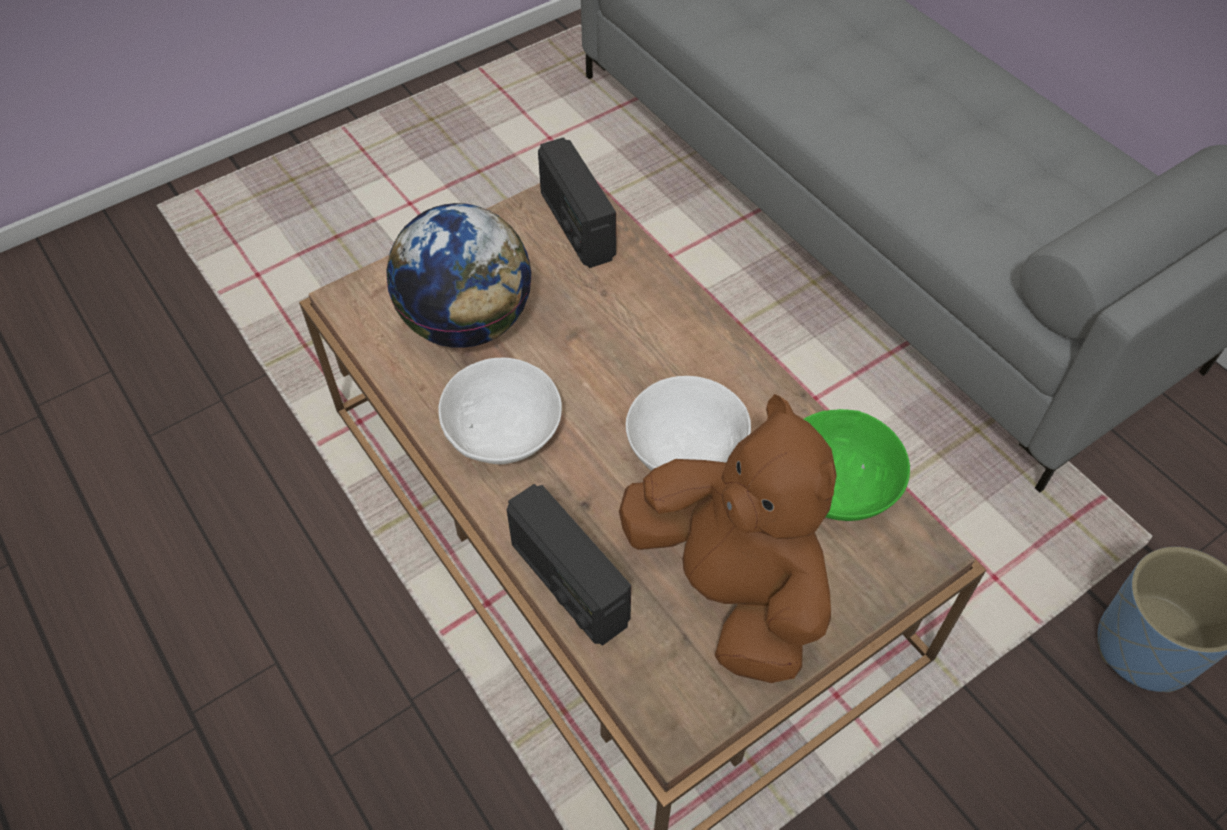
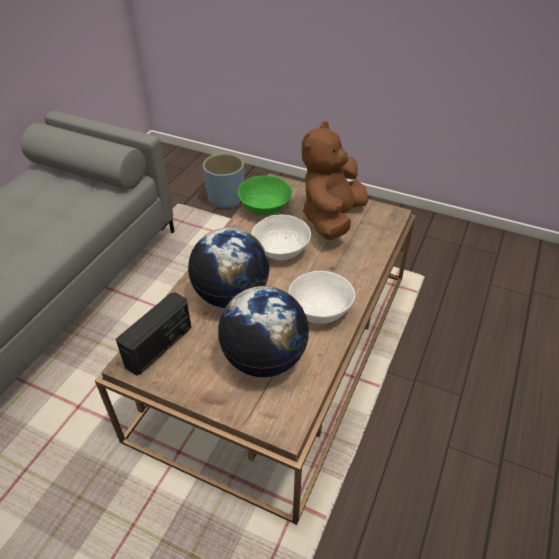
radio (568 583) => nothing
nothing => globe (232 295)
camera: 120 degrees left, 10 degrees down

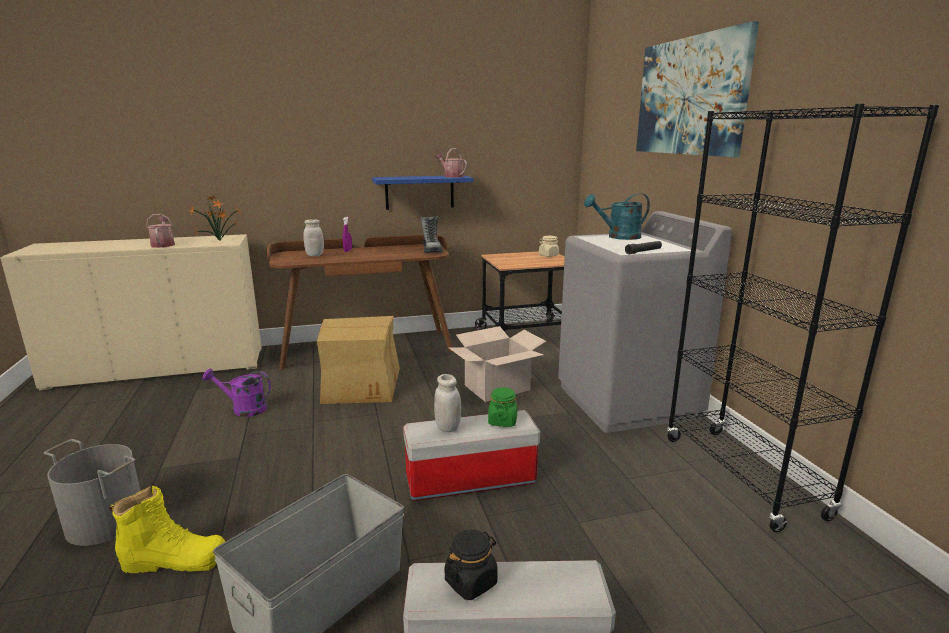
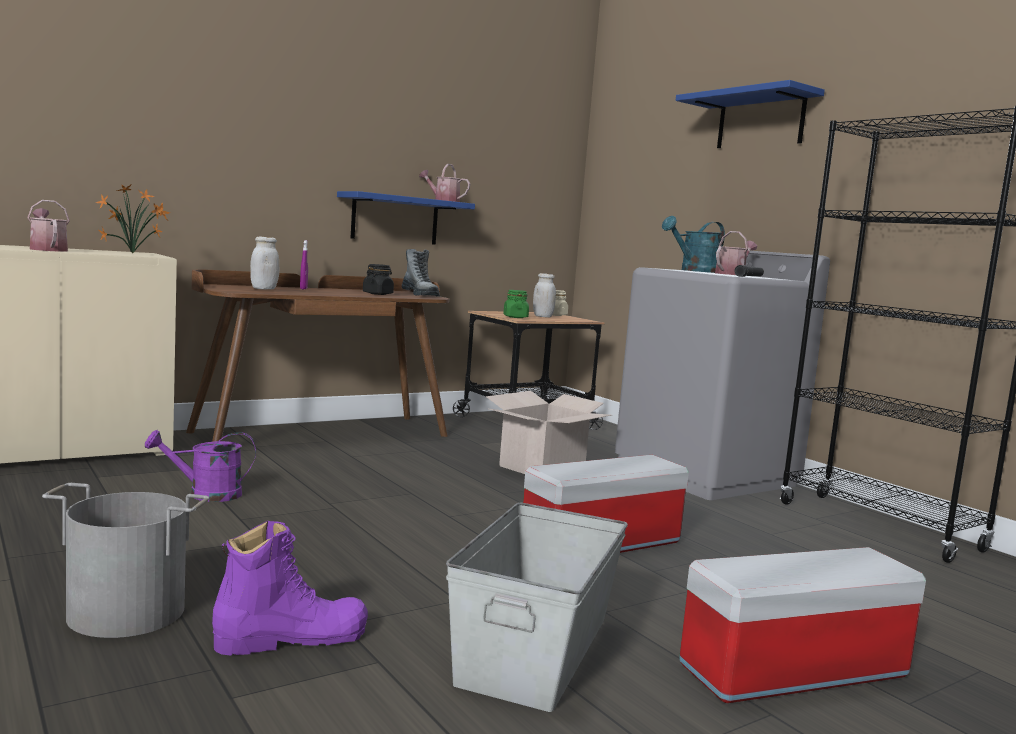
cardboard box (360 385) => nothing
nothing => watering can (732 274)
white jar (447 427) => white jar (542 316), move
black jar (471 582) => black jar (378 294), move
green jar (502 421) => green jar (515 317), move
picture (690 96) => blue shelf (760 121)
yellow boot (175 560) => purple boot (291 638)
camera: 20 degrees left, 10 degrees down

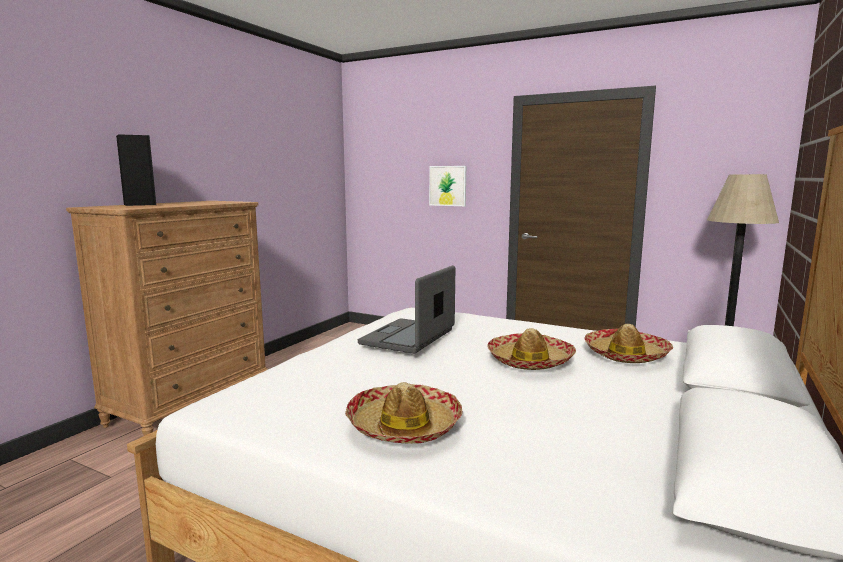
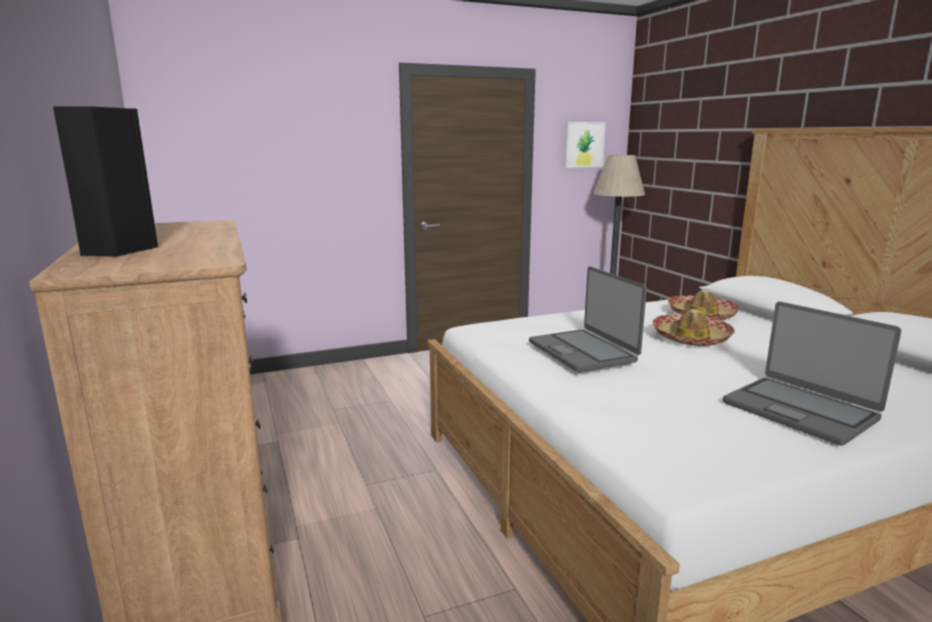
picture (448 186) => picture (584 144), move
hat (404 426) => laptop (800 410)
camera: 50 degrees left, 5 degrees up

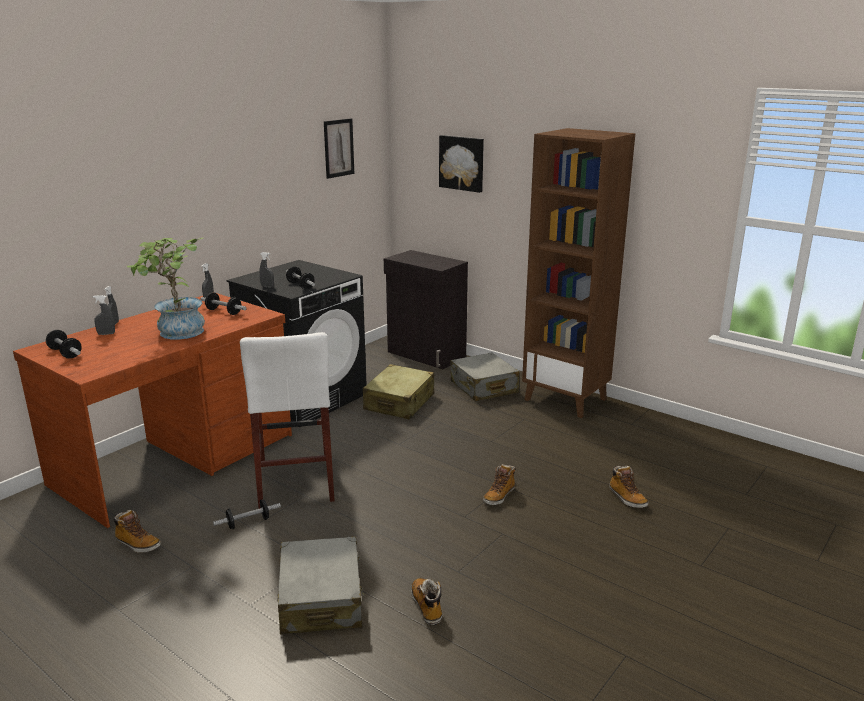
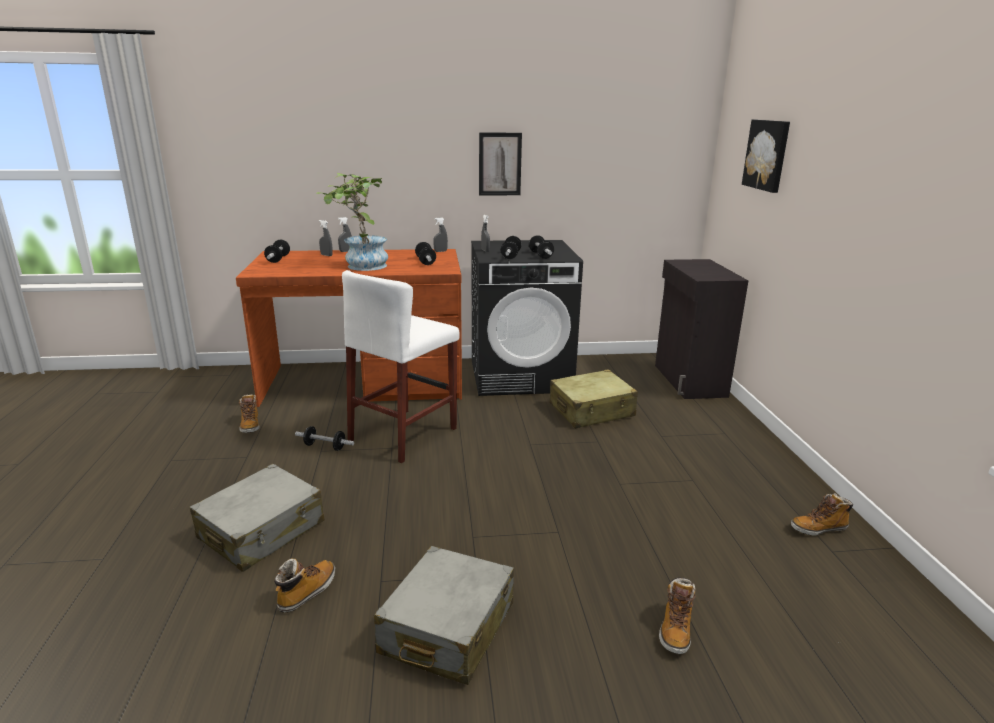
brown bookcase (566 399) => nothing
nothing => dumbbell (540 255)
picture (338 148) => picture (500 164), move
grey suitcase (483 387) => grey suitcase (447 629), move
boot (499 496) => boot (818 528), move
camera: 45 degrees right, 0 degrees up

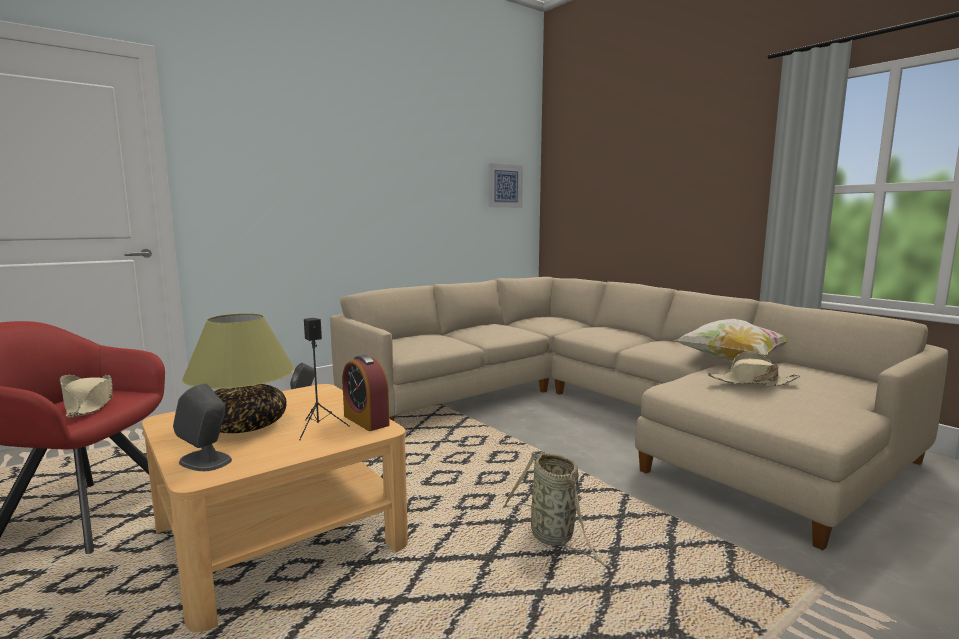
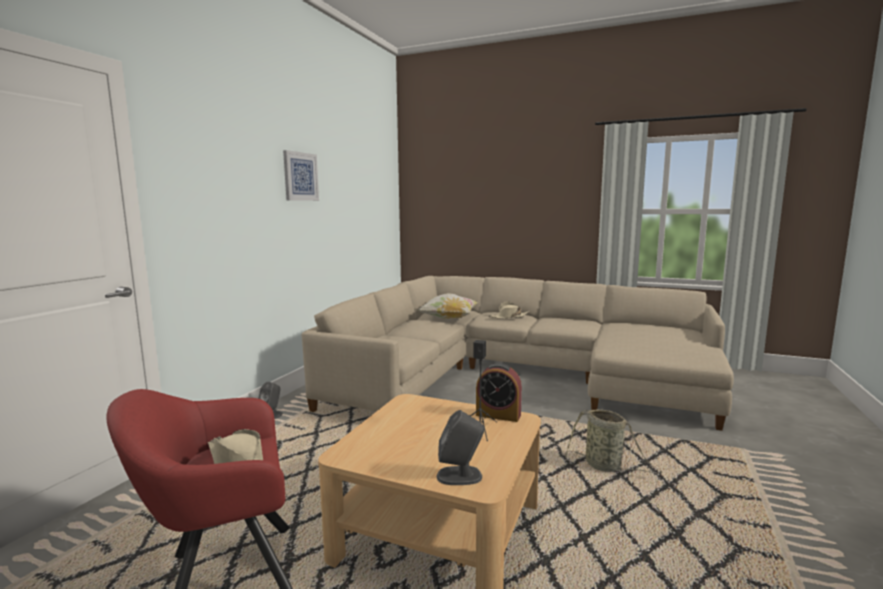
table lamp (245 425) => nothing
picture (504 186) => picture (300 176), move
pillow (731 361) => pillow (448 319), move
beige hat (752 382) => beige hat (509 317), move
camera: 30 degrees left, 0 degrees up

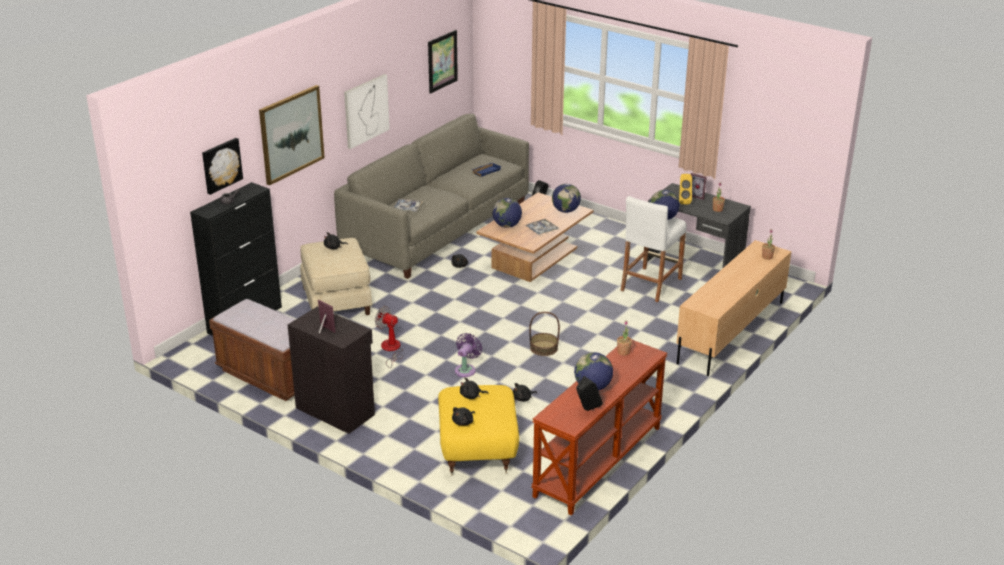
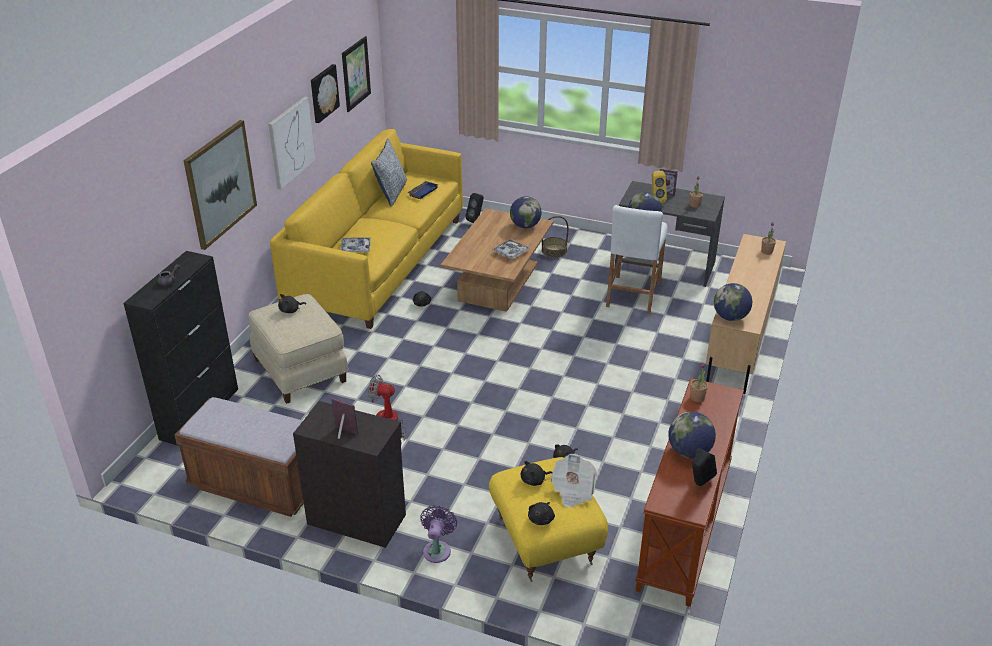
nothing => pillow (391 193)
nothing => newspaper (573 490)
picture (221 165) => picture (323 93), move
purple fan (466 369) => purple fan (437 549), move
globe (507 225) => globe (730 317), move
basket (543 348) => basket (554 251), move
grey sofa (437 229) => yellow sofa (378 262)
camera: 15 degrees left, 5 degrees up

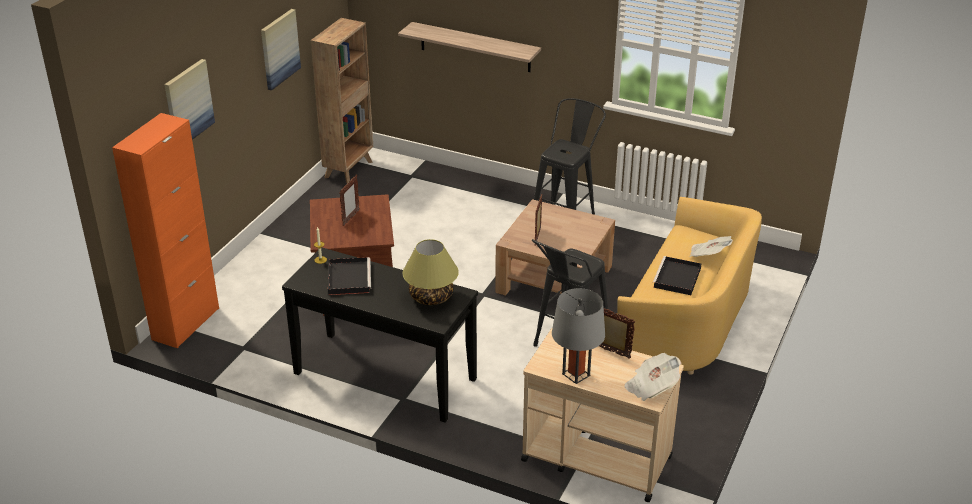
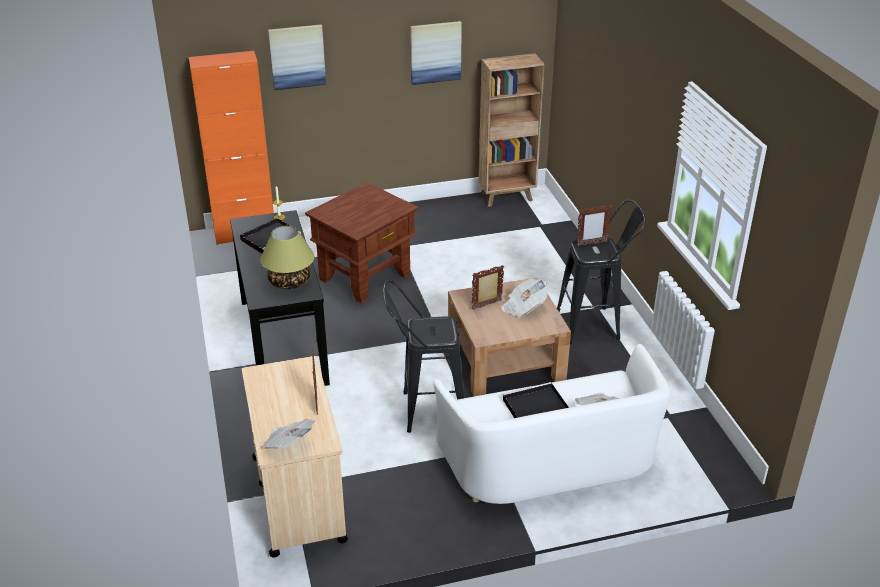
shelf (475 47) => nothing
grey table lamp (576 374) => nothing
nothing => newspaper (523 307)
picture frame (350 218) => picture frame (591 244), move
yellow sofa (687 318) => white sofa (552 460)
camera: 50 degrees right, 0 degrees up

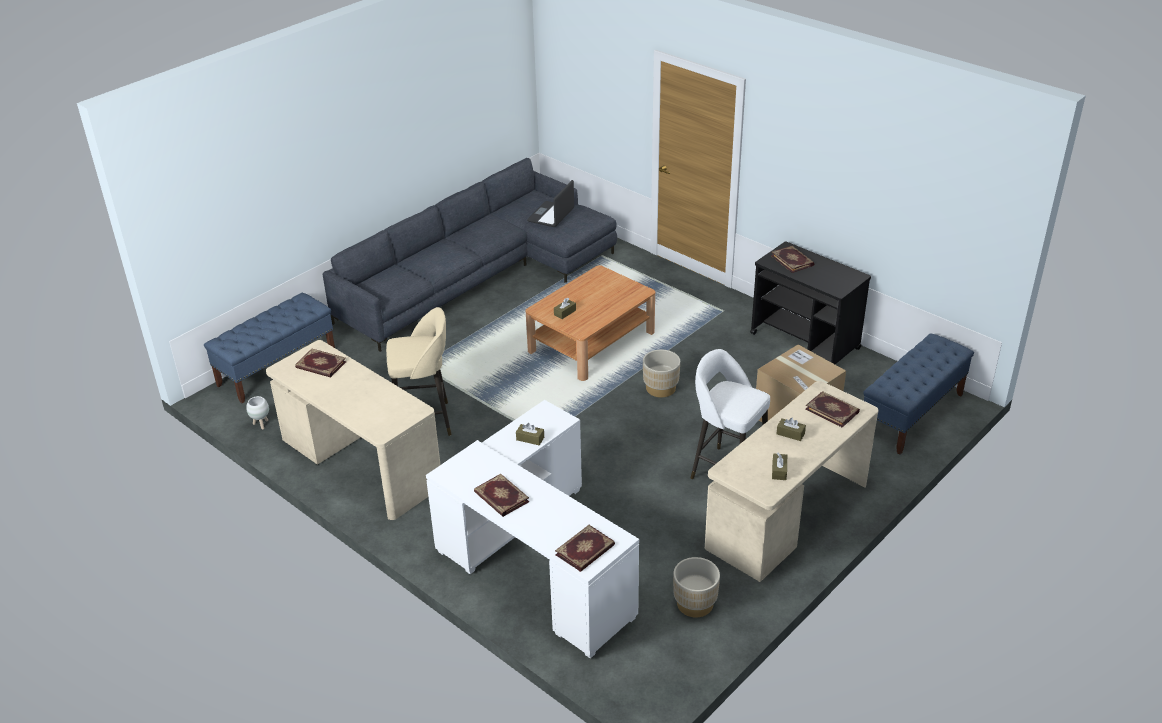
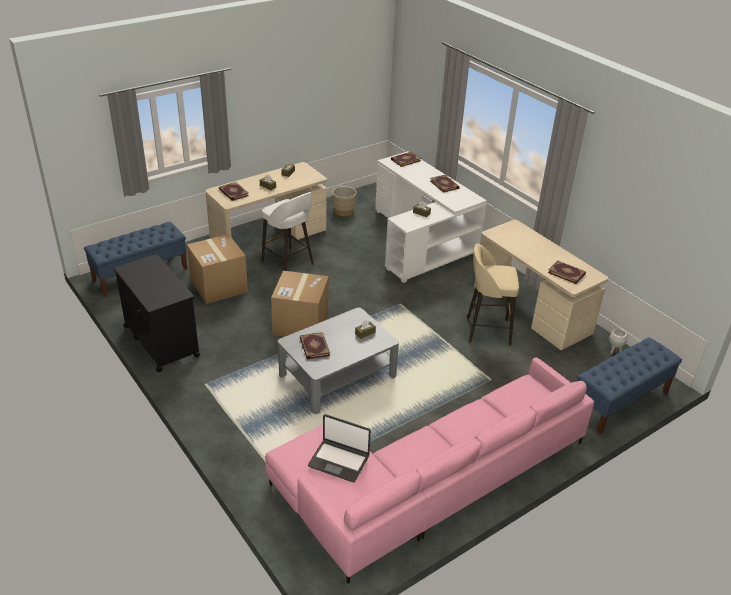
book (792 260) => book (314 347), move
beige planter (660 388) => cardboard box (301 323)
grey sofa (479 276) => pink sofa (427 480)
brown coffee table (591 341) => grey coffee table (337 375)
laptop (551 215) => laptop (339 461), 75 degrees clockwise
camera: 170 degrees left, 0 degrees up

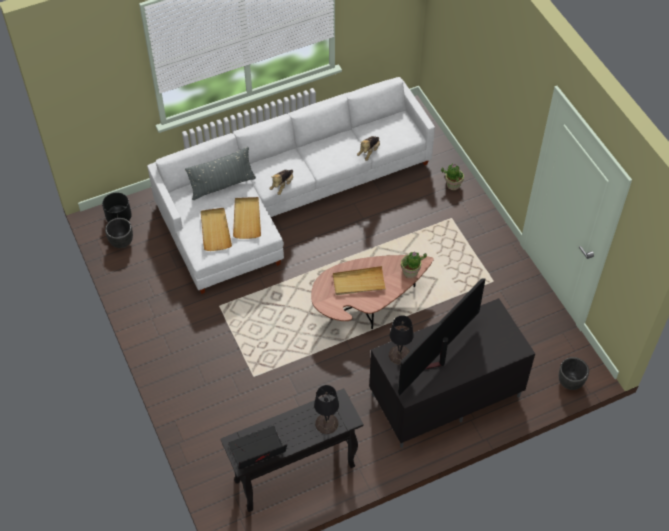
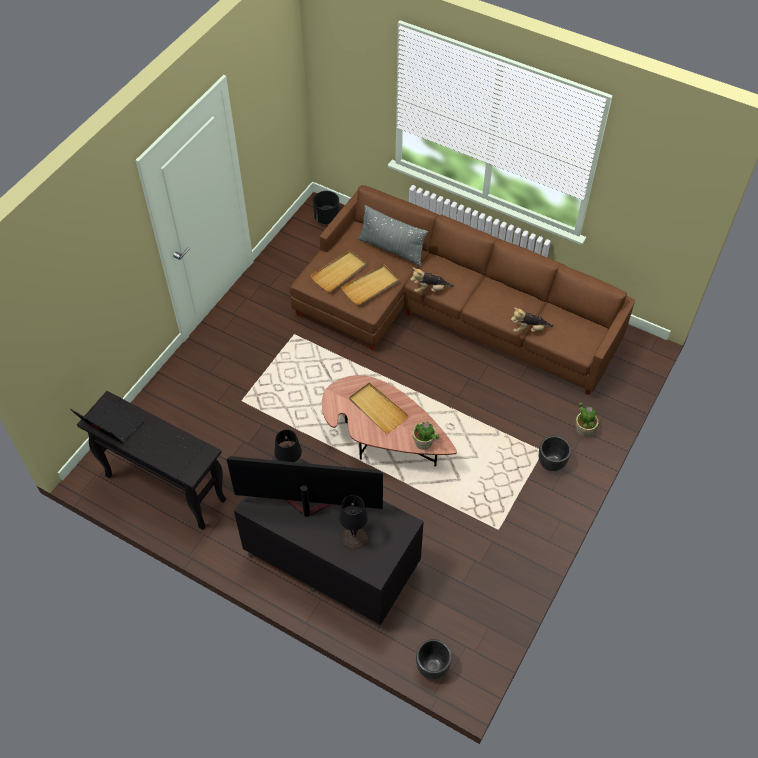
black planter (121 242) => black planter (551 463), move
black table lamp (326 424) => black table lamp (353 538), move
white sofa (284 197) => brown sofa (447 310)
camera: 55 degrees right, 0 degrees up

